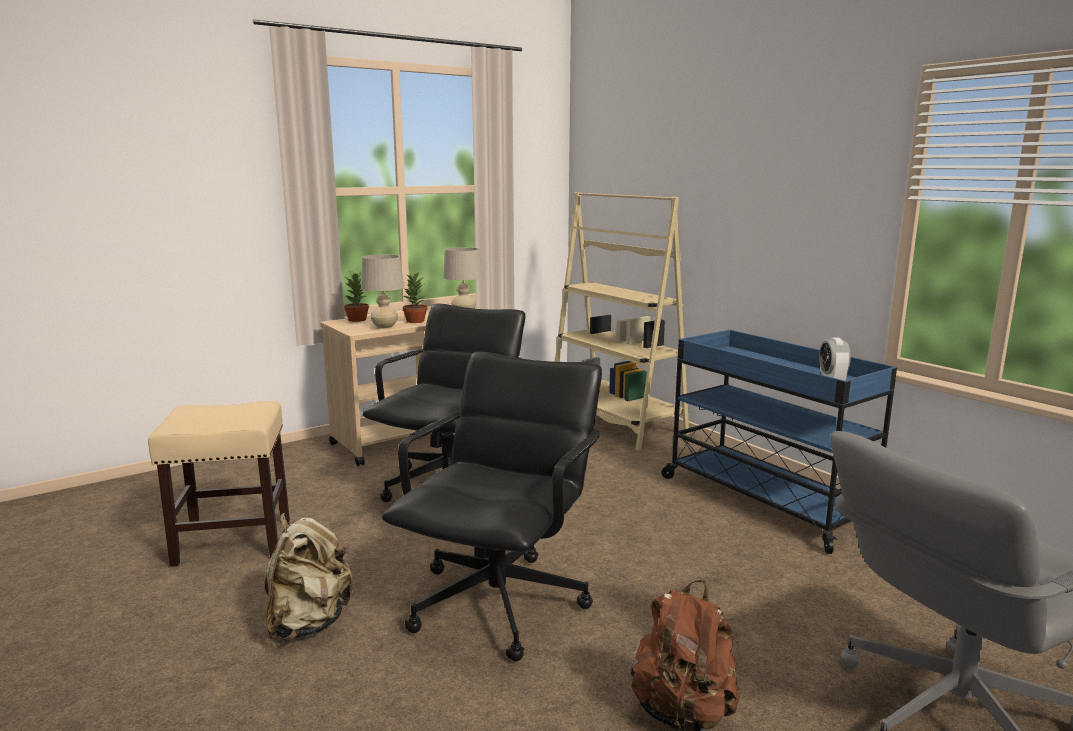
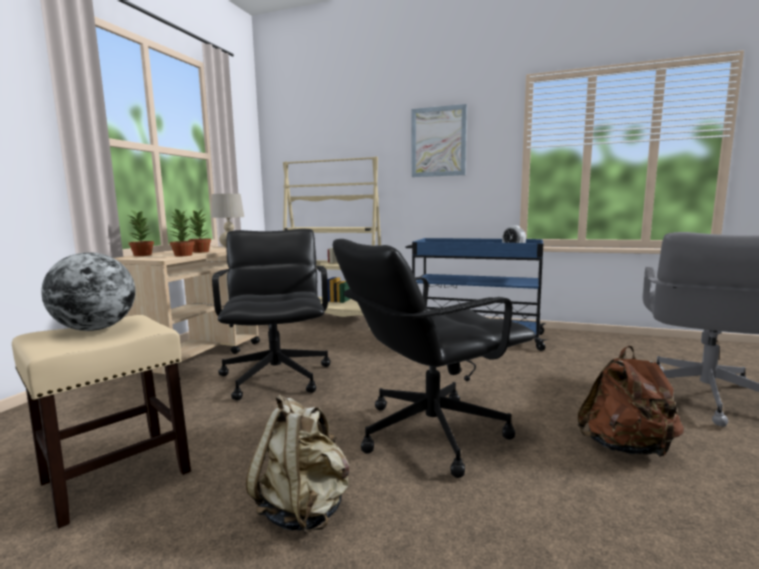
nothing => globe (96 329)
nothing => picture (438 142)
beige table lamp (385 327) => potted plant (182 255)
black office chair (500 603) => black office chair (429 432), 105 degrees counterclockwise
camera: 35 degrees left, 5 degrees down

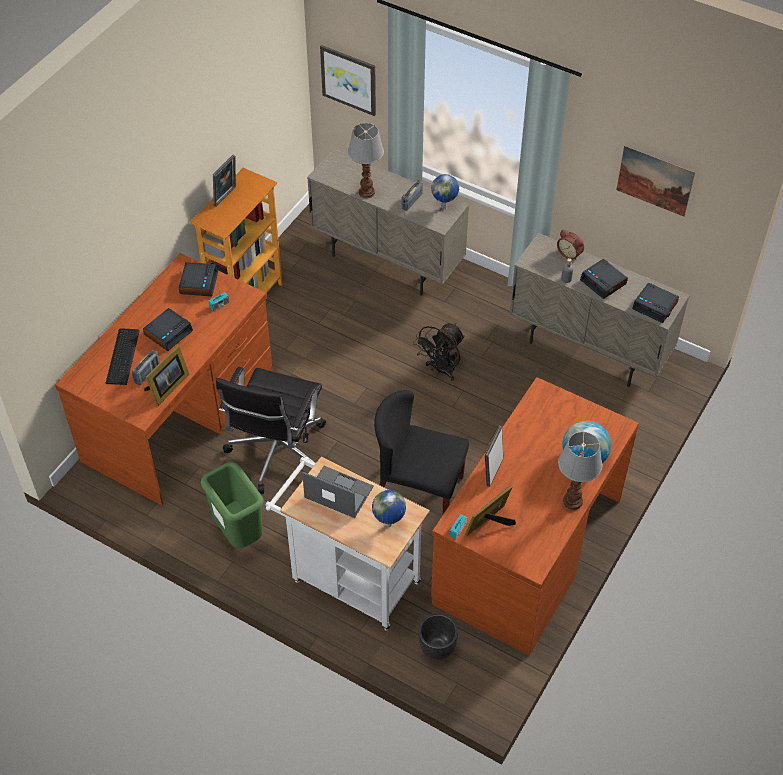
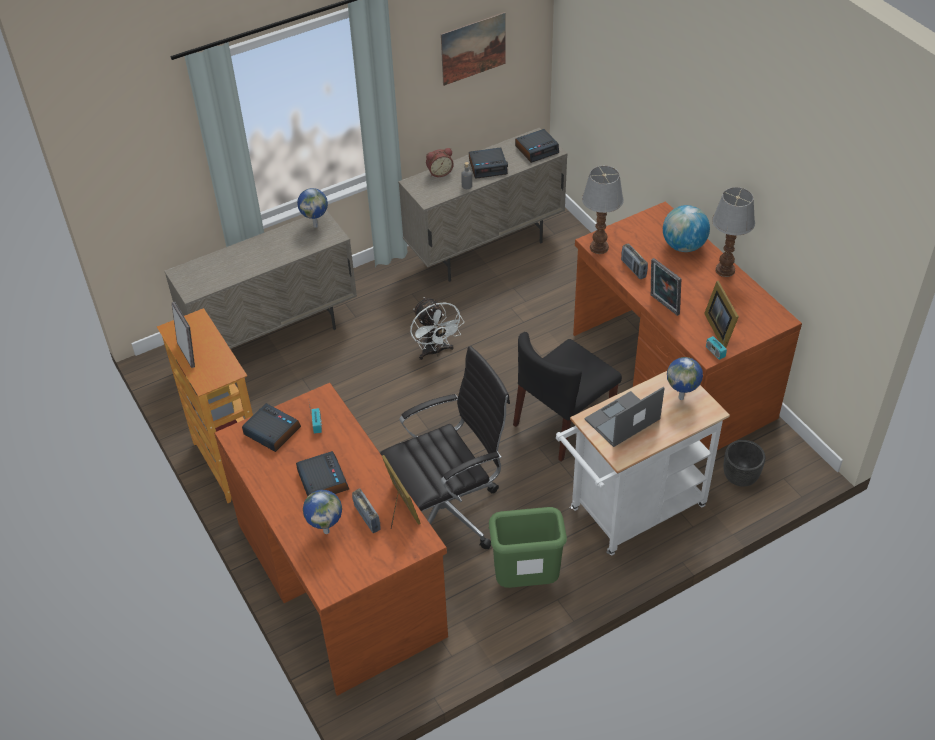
picture (349 79) => nothing
table lamp (366 192) => table lamp (599 248), move
radio (411 201) => radio (633 269), move
keyboard (124 356) => globe (326 530)
black fan (441 370) => white fan (435 351)
black office chair (277 453) => black office chair (447 512), 75 degrees counterclockwise
camera: 60 degrees left, 5 degrees down

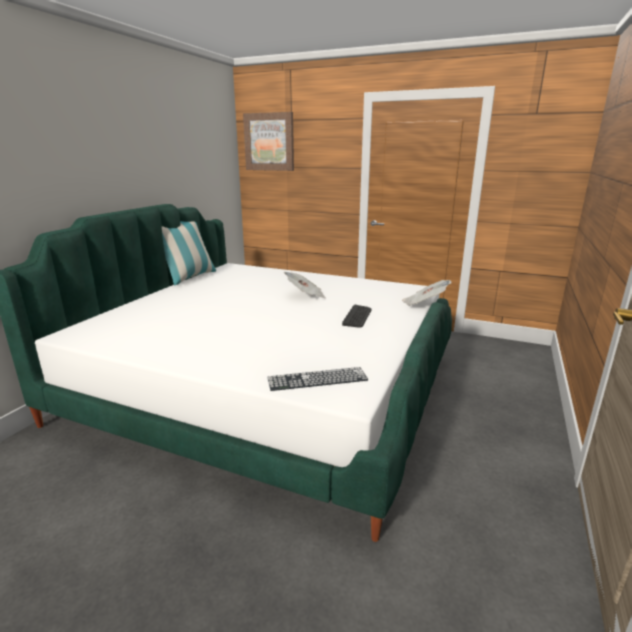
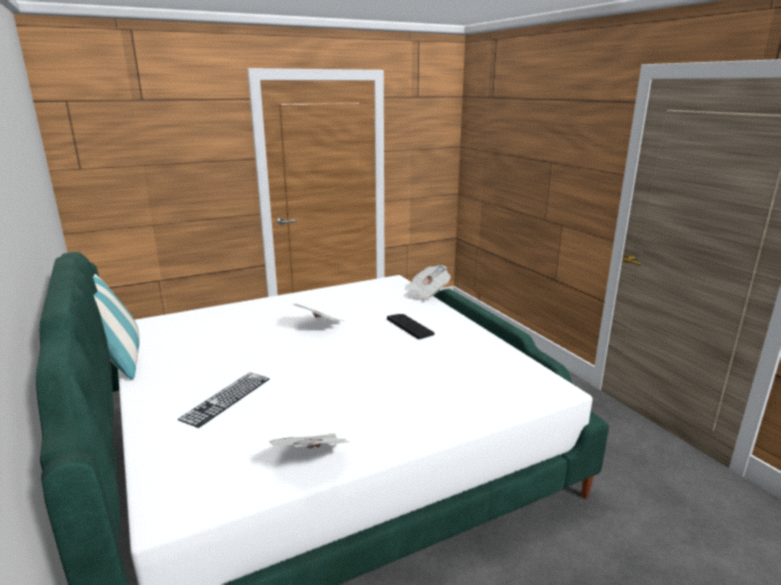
picture (269 142) => nothing
nothing => newspaper (313 457)
keyboard (317 379) => keyboard (226 398), move
camera: 50 degrees left, 0 degrees up

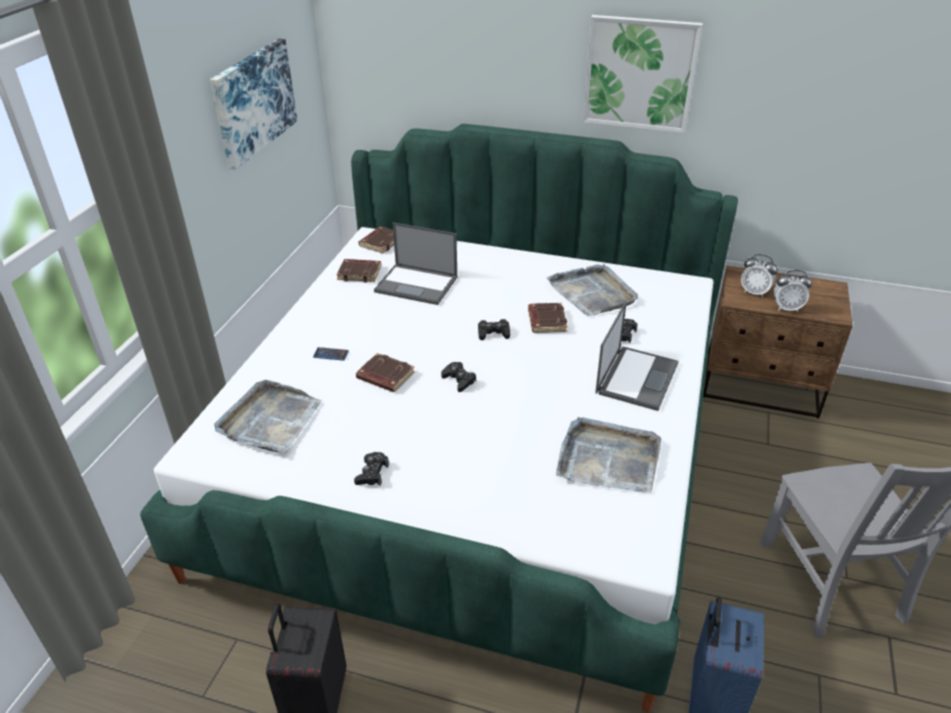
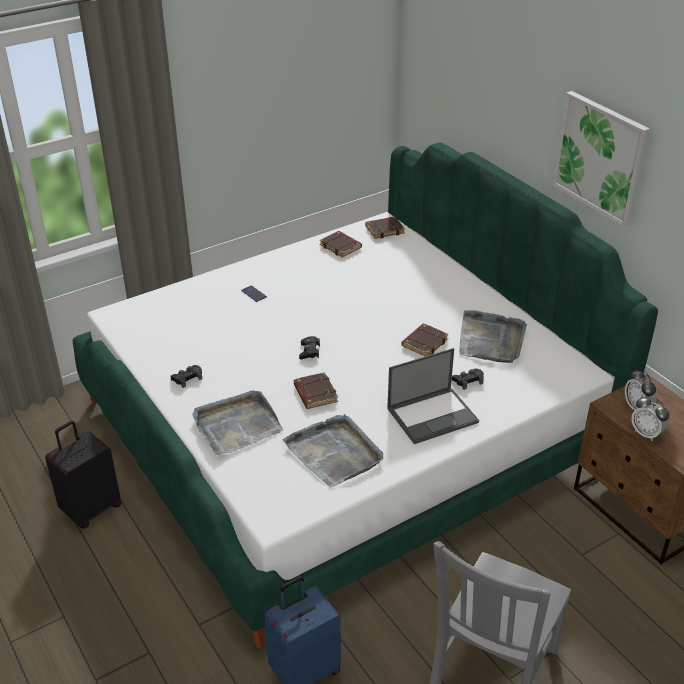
picture (253 101) => nothing
laptop (417 284) => nothing
black game controller (493 333) => nothing
grey tray (269 420) => grey tray (236 425), move
brown book (384 376) => brown book (315 393), move
camera: 40 degrees right, 0 degrees up

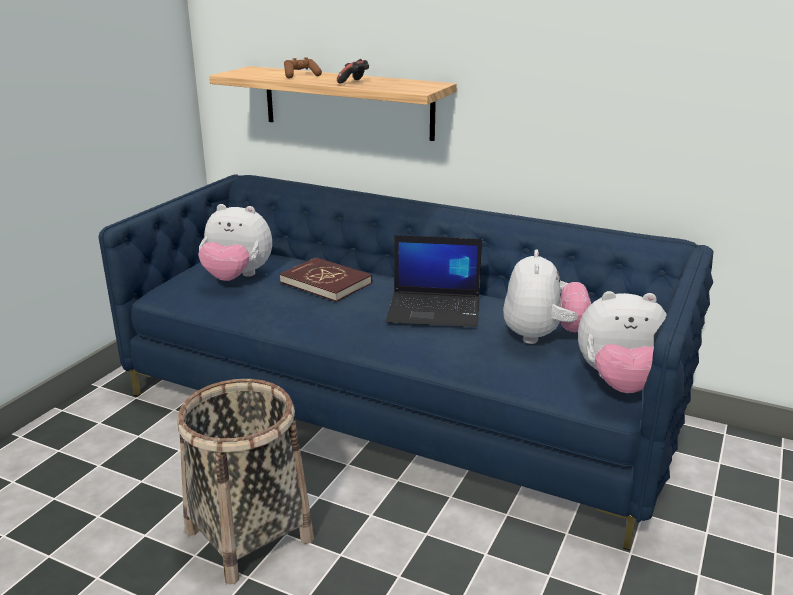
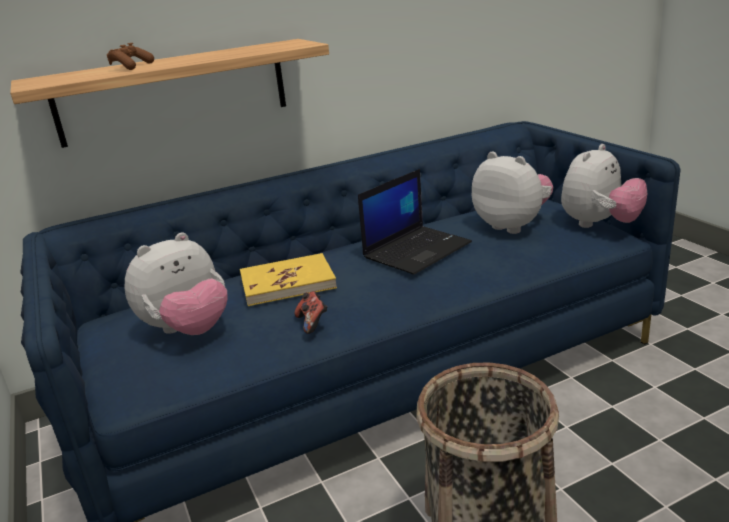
game controller (354 82) => game controller (312 323), move
red book (326 282) => yellow book (287 283)
camera: 50 degrees left, 0 degrees up

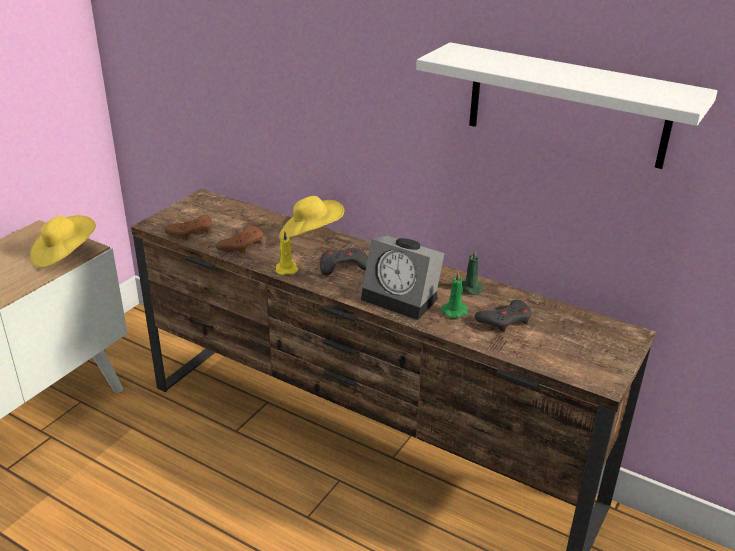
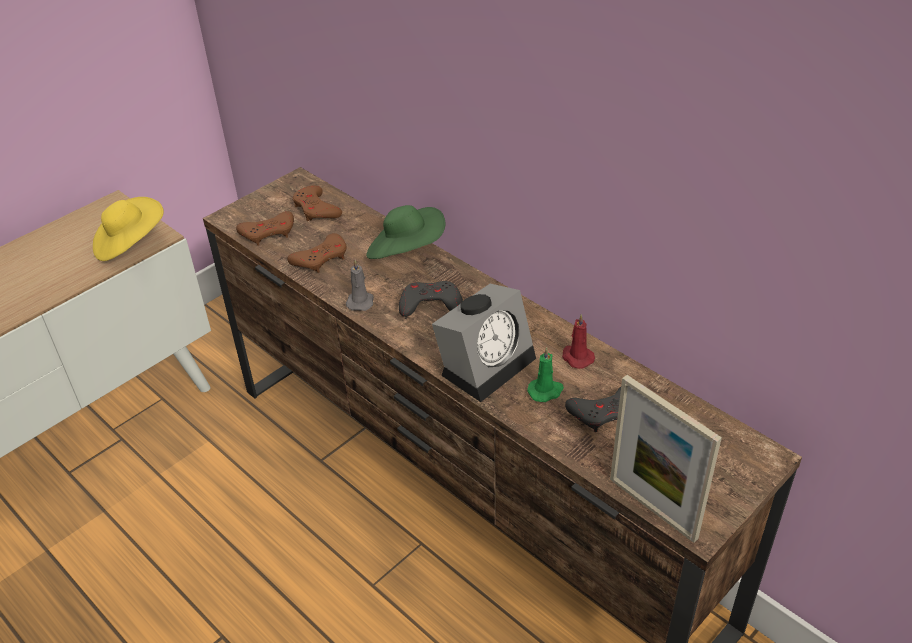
white shelf (567 105) => nothing
nothing => brown game controller (316 209)
nothing => picture frame (652 508)
yellow candle (286 269) => grey candle (360 301)
yellow hat (310 235) => green hat (406 252)
green candle (469 288) => red candle (576 357)
alarm clock (403 298) => alarm clock (487 363), 90 degrees counterclockwise
camera: 15 degrees right, 10 degrees up

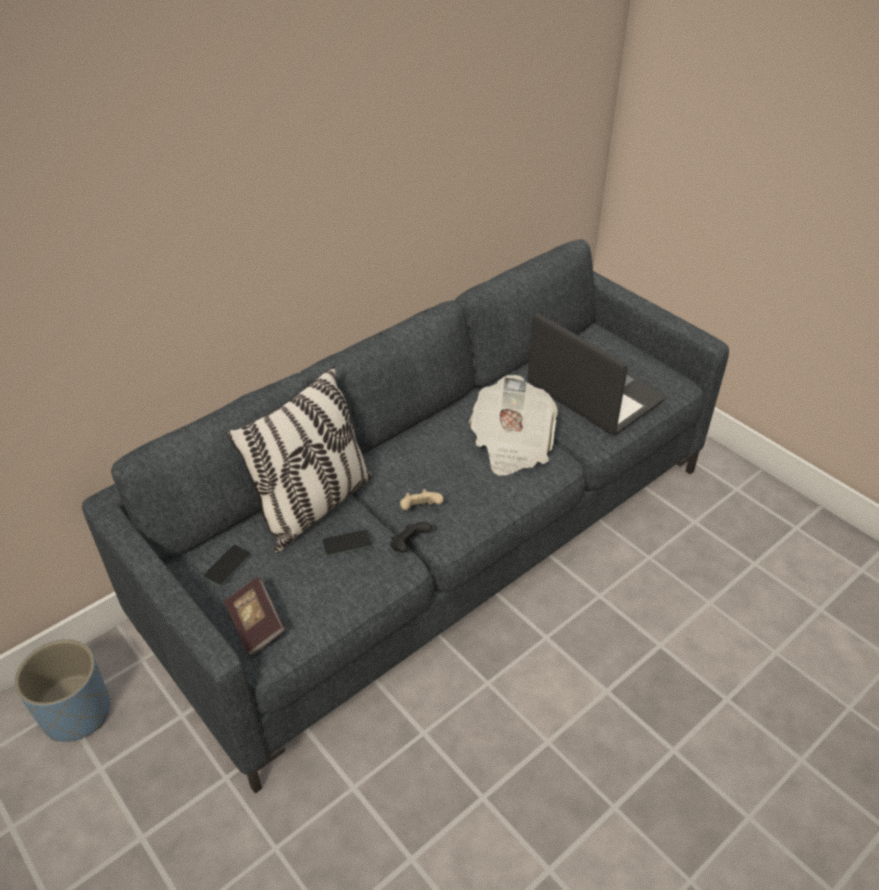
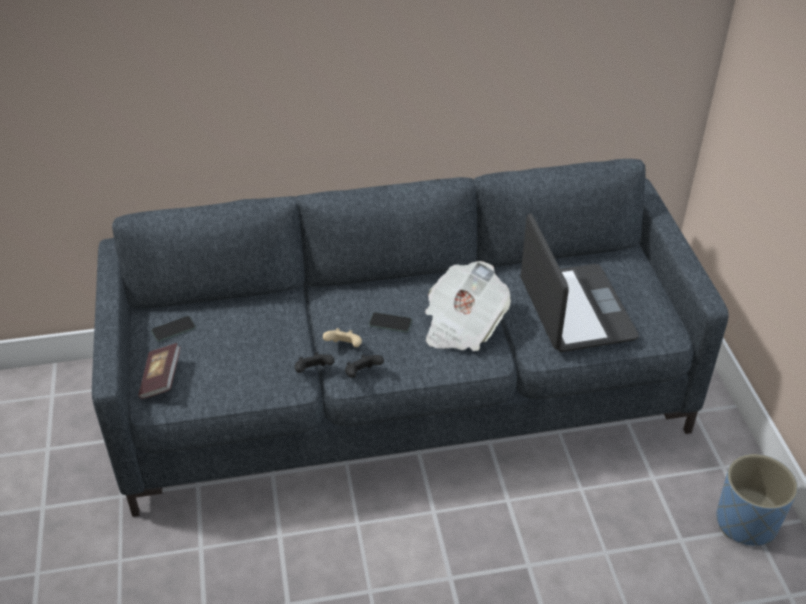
pillow (314 506) => nothing
nothing => black game controller (362 374)
blue planter (77 713) => blue planter (746 522), move
phone (347 543) => phone (390 323), move
camera: 30 degrees right, 0 degrees up

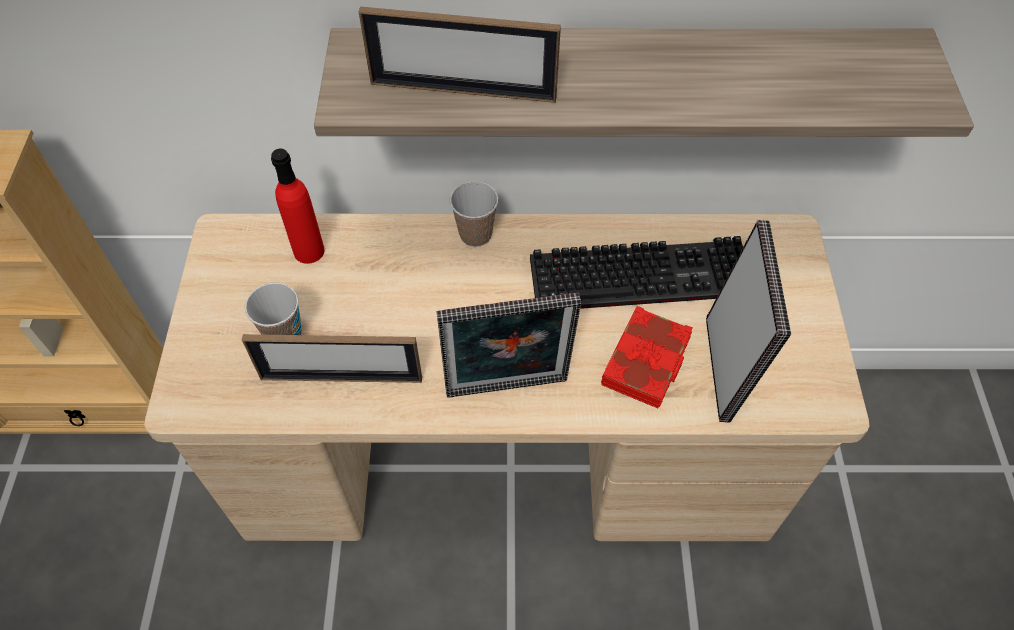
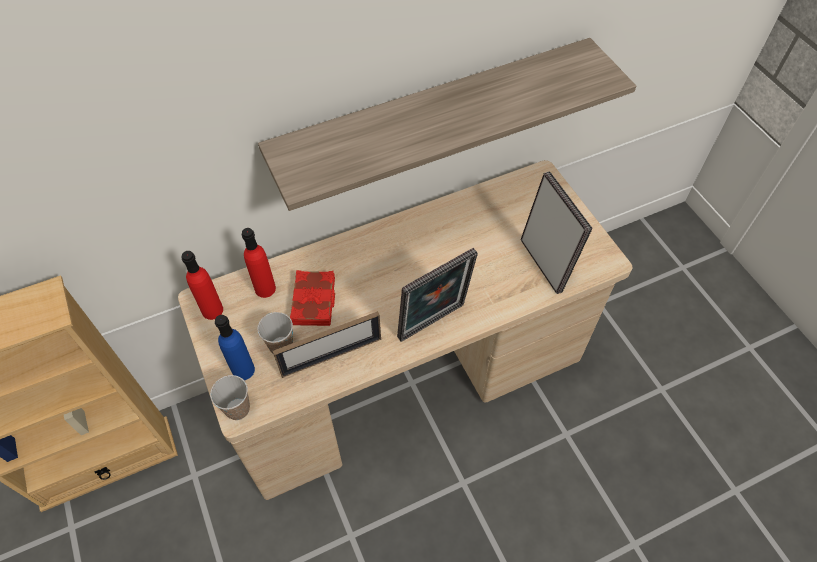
picture frame (463 90) => nothing
keyboard (643 273) => nothing
nothing => red bottle (212 310)
nothing => blue bottle (243 370)
cup (475 235) => cup (237 409), move
red book (647 362) => red book (314 301), move
camera: 25 degrees left, 0 degrees up

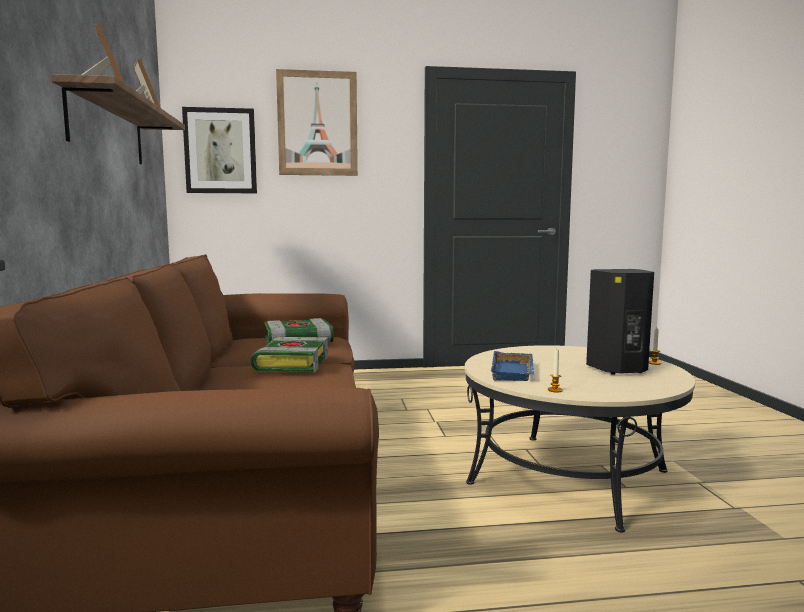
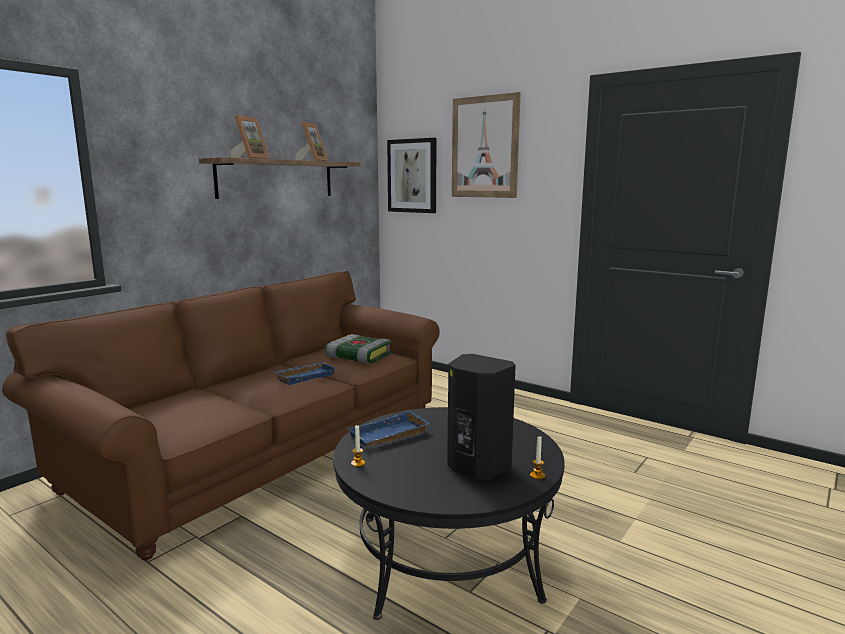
book (291 364) => blue tray (305 376)
beige coffee table (568 476) => black coffee table (446 555)
camera: 45 degrees right, 5 degrees up

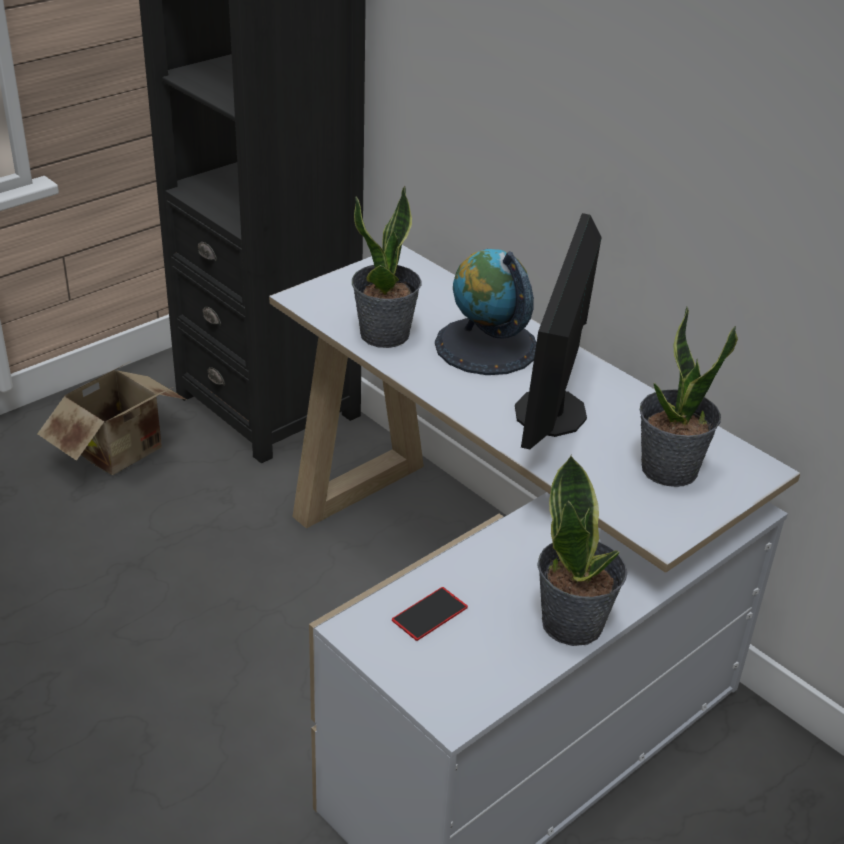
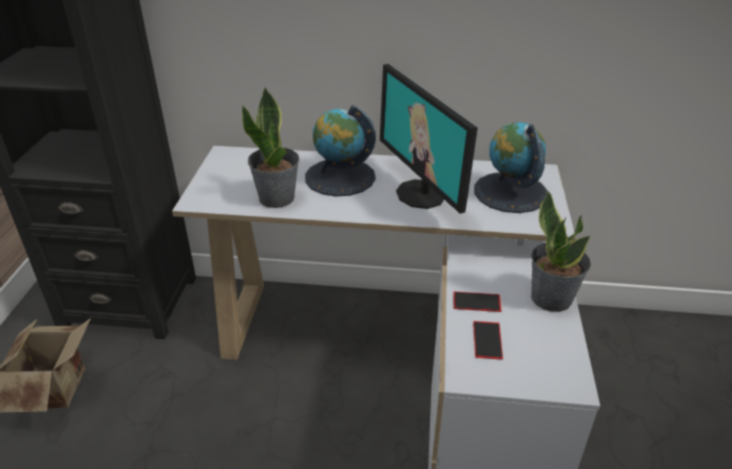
nothing => phone (476 302)
potted plant (669 470) => globe (510 192)
camera: 40 degrees left, 0 degrees up

